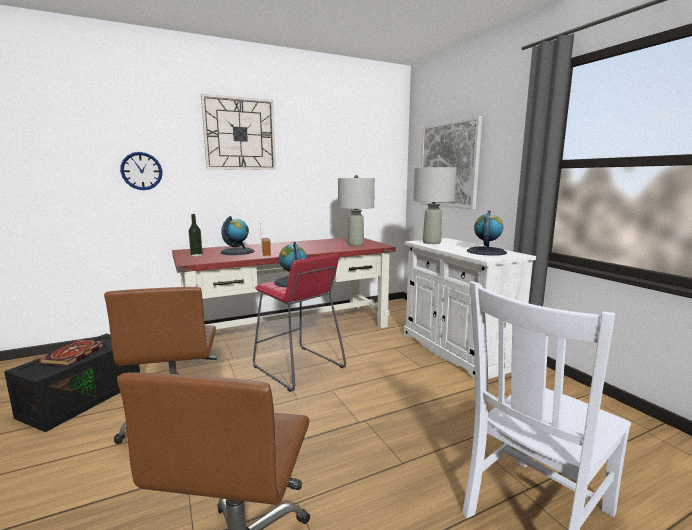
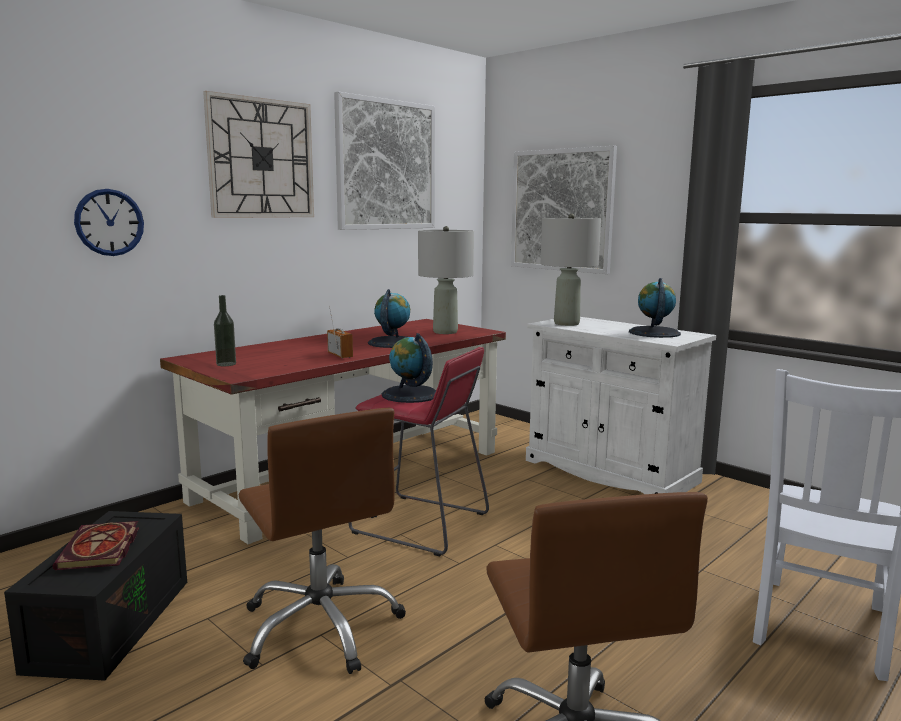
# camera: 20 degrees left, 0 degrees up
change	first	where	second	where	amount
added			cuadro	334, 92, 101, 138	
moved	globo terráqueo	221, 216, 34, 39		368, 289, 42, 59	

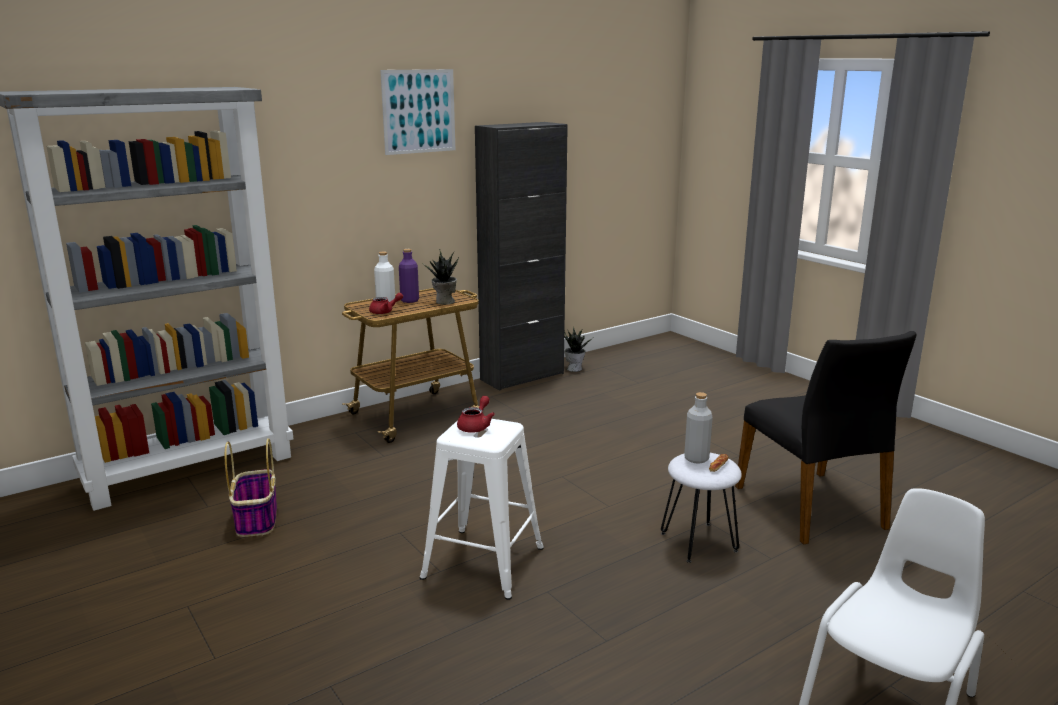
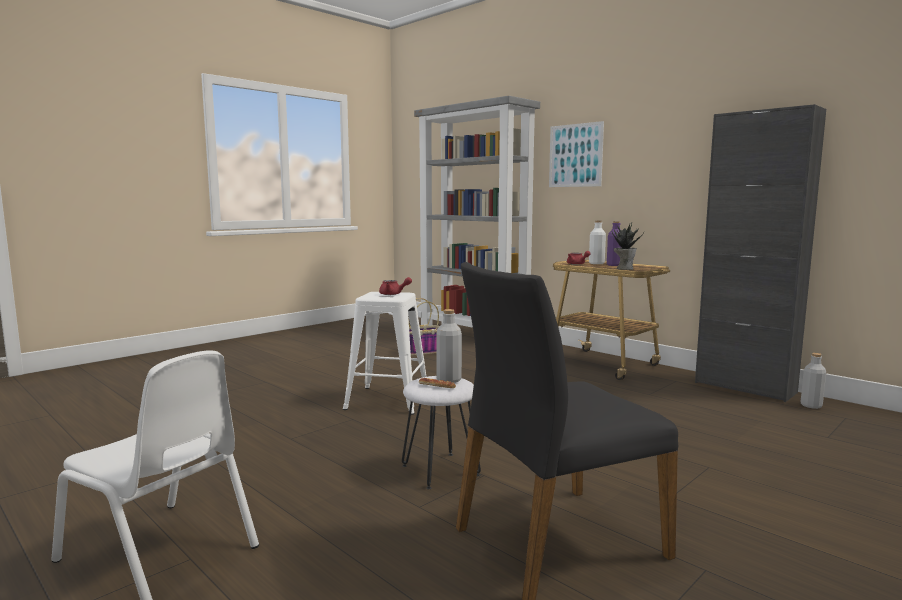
# camera: 80 degrees right, 10 degrees down
change	first	where	second	where	amount
moved	cuadro	380, 69, 75, 86		549, 121, 55, 66	
replaced	planta en maceta	564, 326, 27, 46	botella (gris)	801, 353, 25, 56	

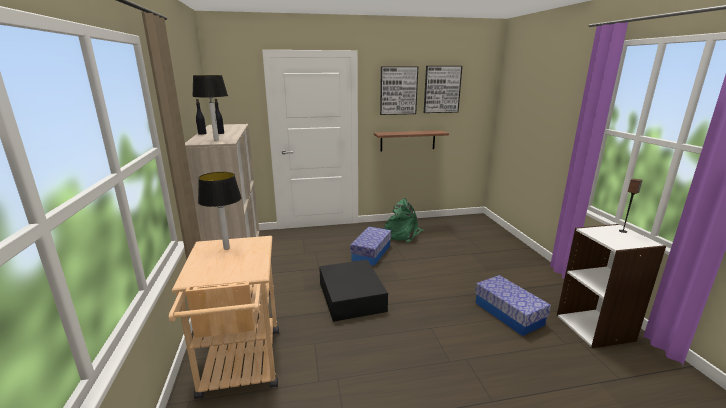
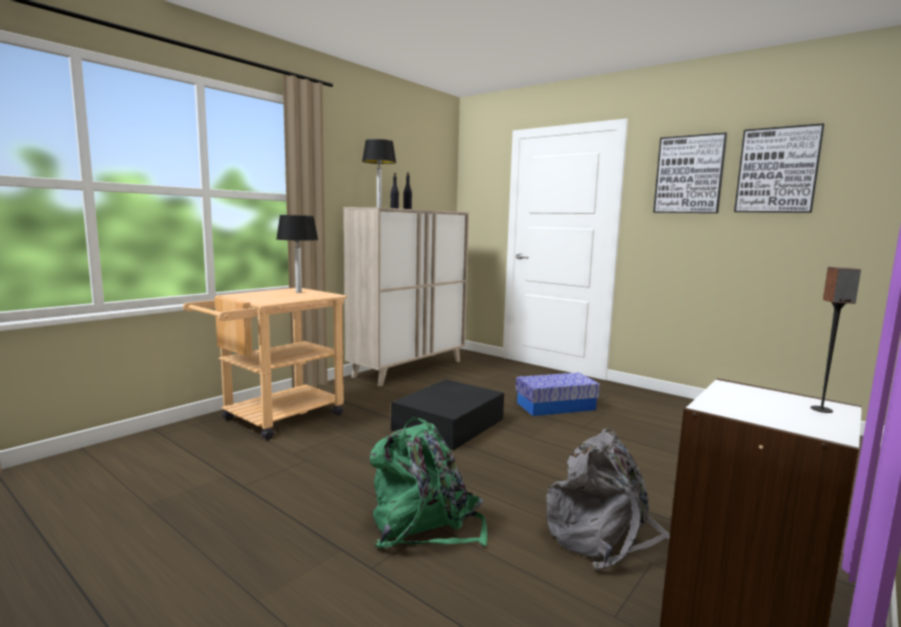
# camera: 50 degrees right, 10 degrees down
change	first	where	second	where	amount
removed	estante	374, 130, 75, 21			
moved	mochila (verde)	385, 198, 40, 45		370, 418, 117, 130	
replaced	caja de almacenaje	475, 275, 76, 61	mochila (gris)	546, 428, 124, 142	

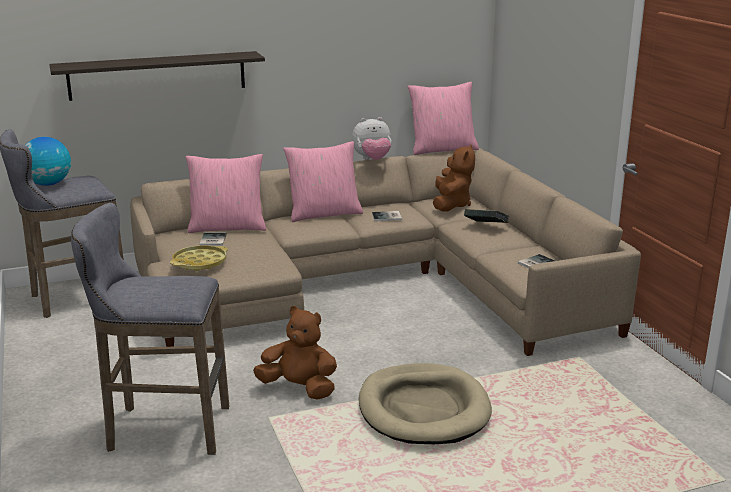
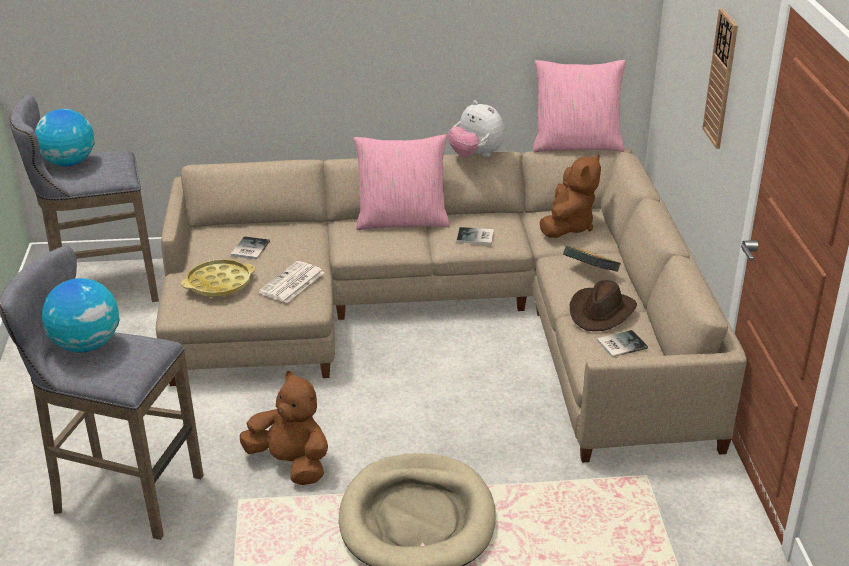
# camera: 15 degrees right, 10 degrees up
change	first	where	second	where	amount
removed	estante	49, 51, 216, 50			
removed	cojín (rosa)	185, 154, 81, 79			
added			globo terráqueo	42, 278, 78, 74	
added			periódico	258, 261, 66, 42	
added			sombrero (marrón)	570, 280, 67, 51	
added			reloj de pared	702, 8, 36, 141	
turned	peluche	352, 117, 40, 43		448, 100, 57, 57	45 degrees clockwise

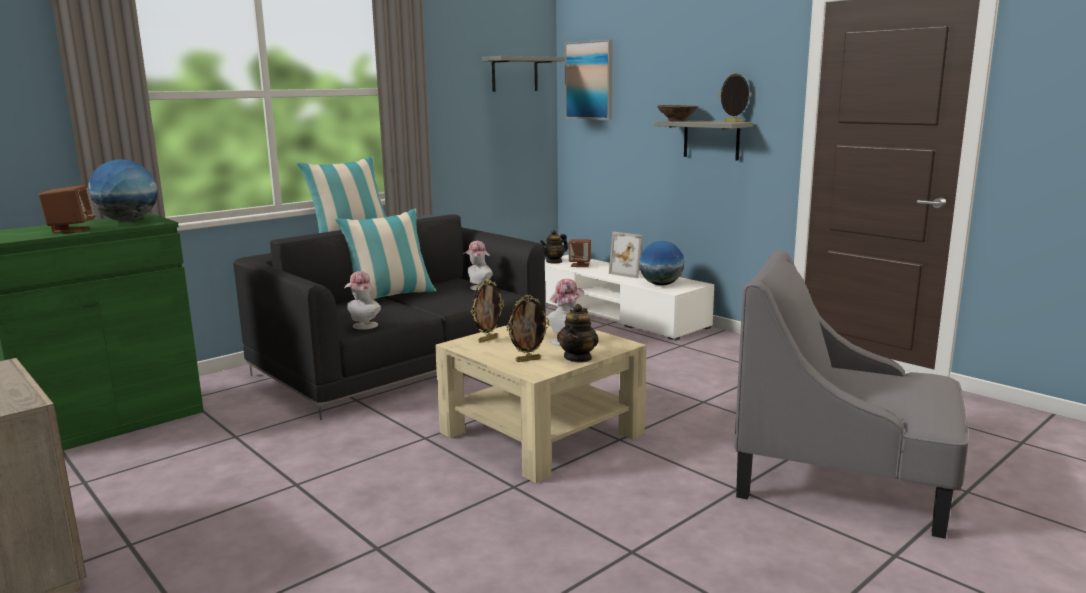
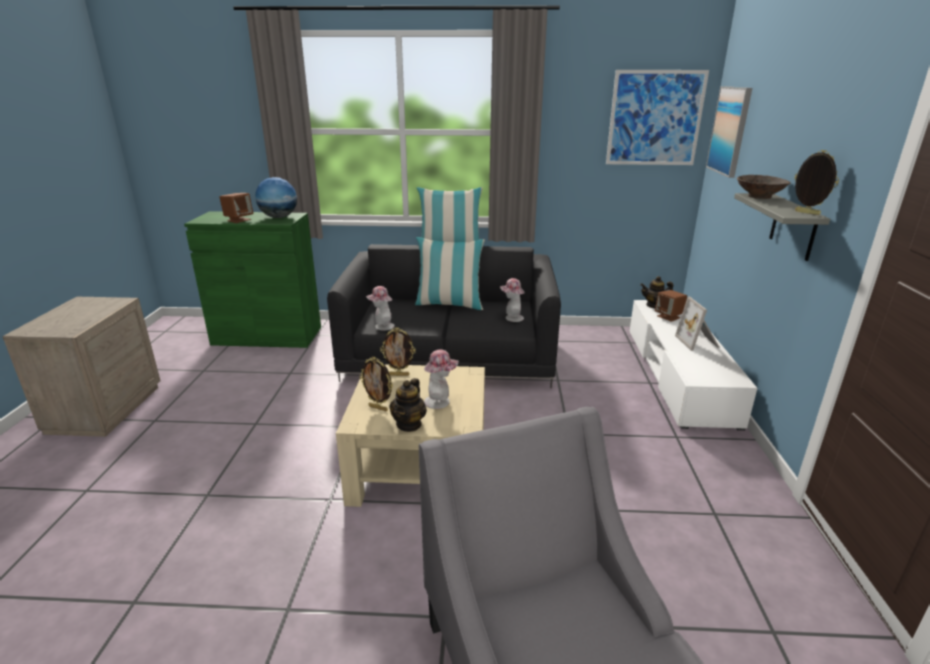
# camera: 45 degrees right, 10 degrees up
change	first	where	second	where	amount
removed	globo terráqueo	639, 241, 45, 45			
replaced	estante (gris)	482, 56, 83, 36	cuadro	606, 70, 103, 95	
turned	tetera	557, 304, 42, 59		389, 378, 38, 54	45 degrees counterclockwise

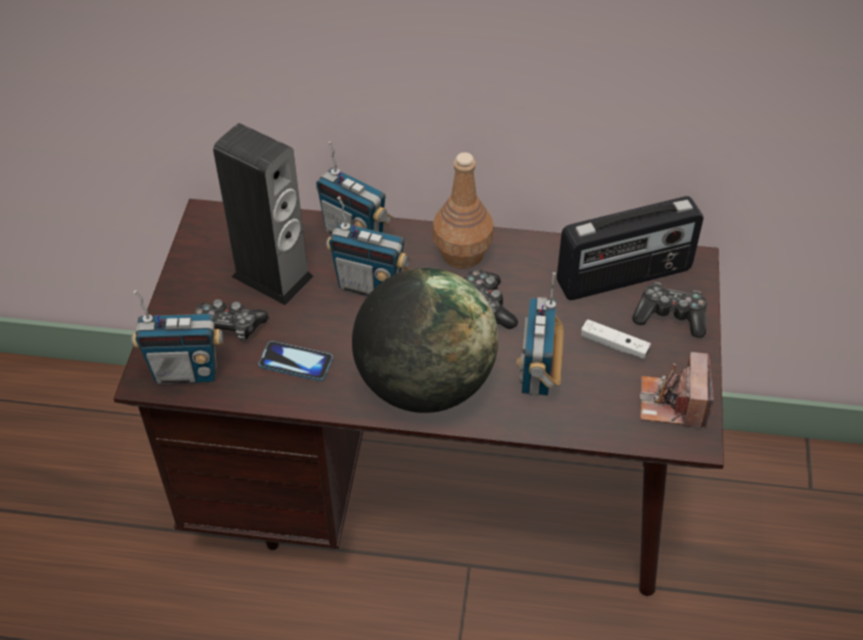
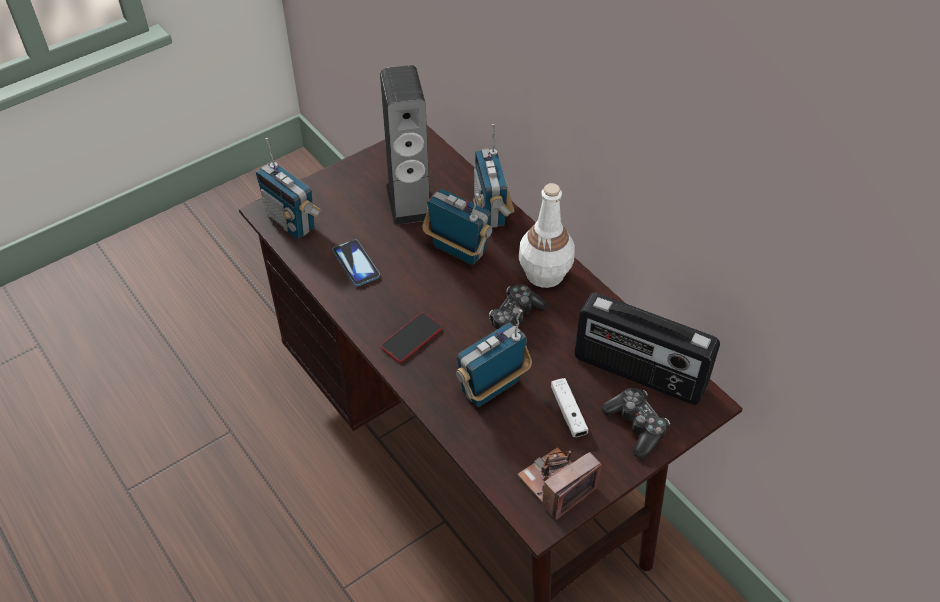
# camera: 45 degrees right, 0 degrees up
change	first	where	second	where	amount
removed	mando de consola	194, 299, 74, 42			
replaced	globo terráqueo	352, 268, 146, 145	móvil	381, 312, 61, 50	
recoloured	botella (marrón)	433, 152, 61, 117	botella (blanco)	519, 183, 56, 105	
turned	radio	326, 196, 84, 100		423, 189, 70, 76	150 degrees clockwise

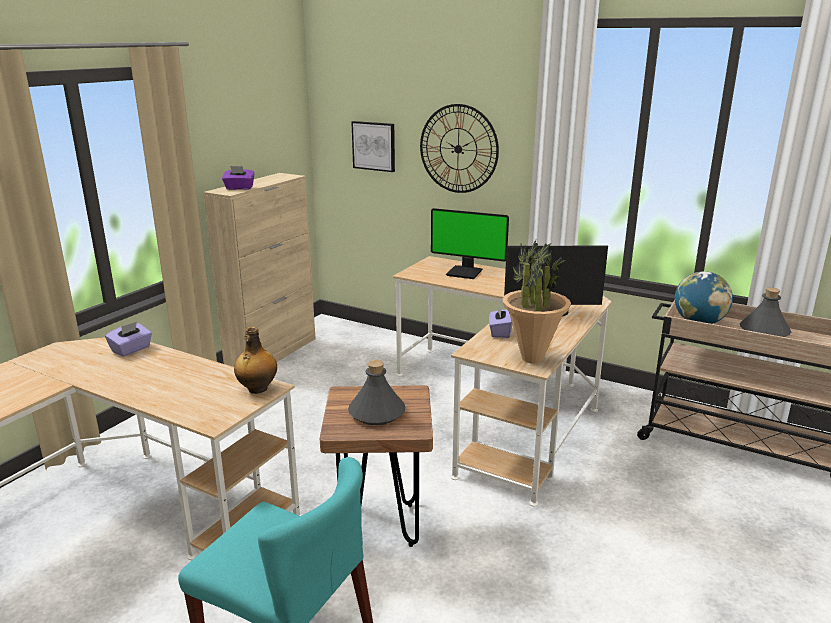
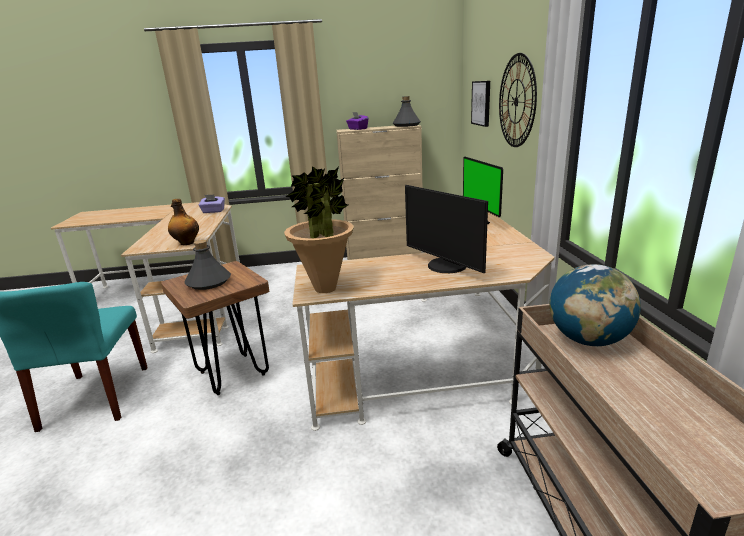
# camera: 55 degrees right, 0 degrees up
change	first	where	second	where	amount
removed	caja de pañuelos (morado)	489, 304, 23, 34			
moved	botella (gris)	740, 288, 51, 49		393, 96, 28, 31	

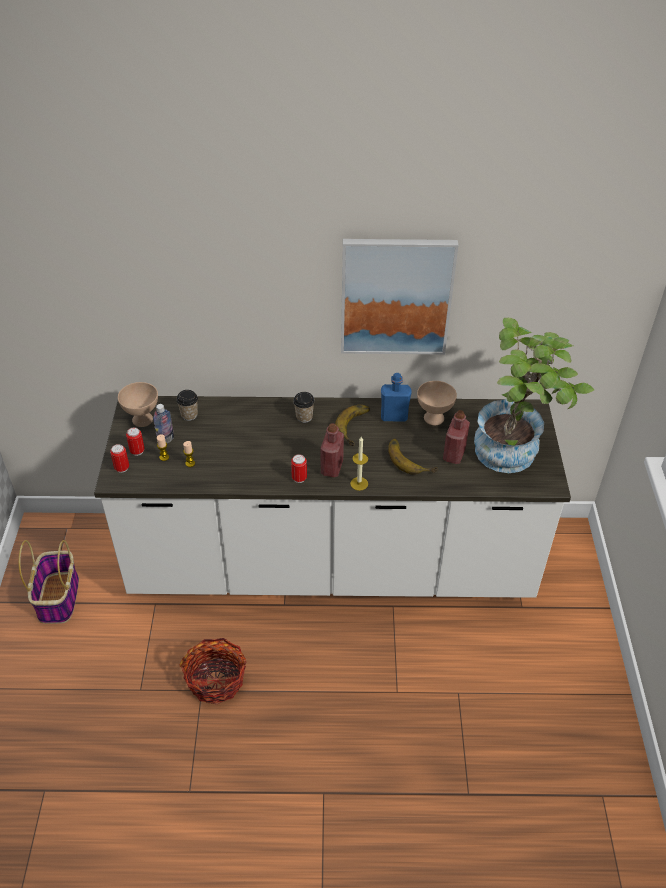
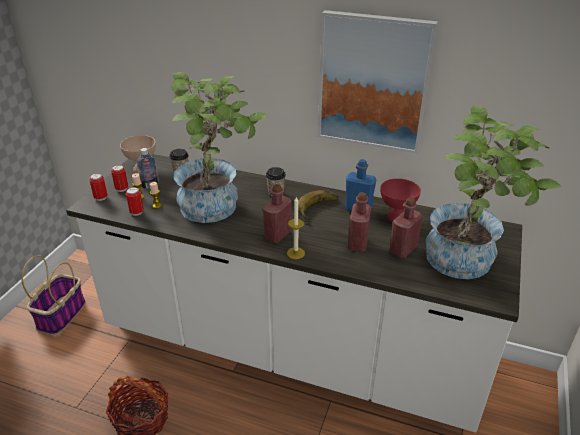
# camera: 20 degrees right, 10 degrees down
change	first	where	second	where	amount
added			planta en maceta	171, 72, 97, 151	
moved	lata	291, 454, 16, 29		126, 187, 18, 29	
replaced	plátano	388, 439, 50, 36	botella (rojo)	348, 192, 23, 60	
recoloured	cuenco (beis)	417, 381, 40, 44	cuenco (rojo)	380, 178, 41, 44	

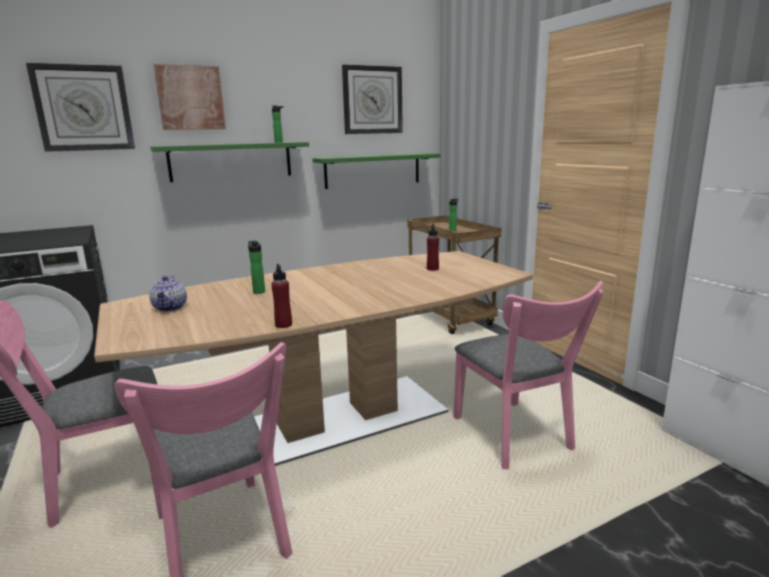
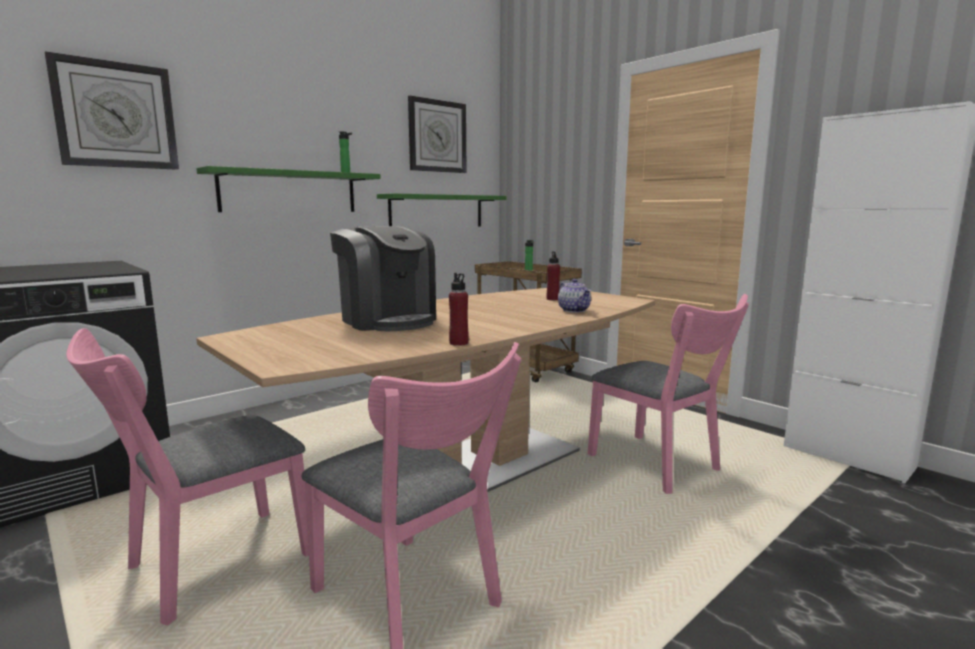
# camera: 15 degrees left, 5 degrees down
change	first	where	second	where	amount
removed	cuadro	154, 64, 72, 66			
moved	tetera	149, 276, 38, 36		558, 279, 33, 34	
replaced	botella	248, 241, 17, 53	cafetera	330, 226, 106, 105	

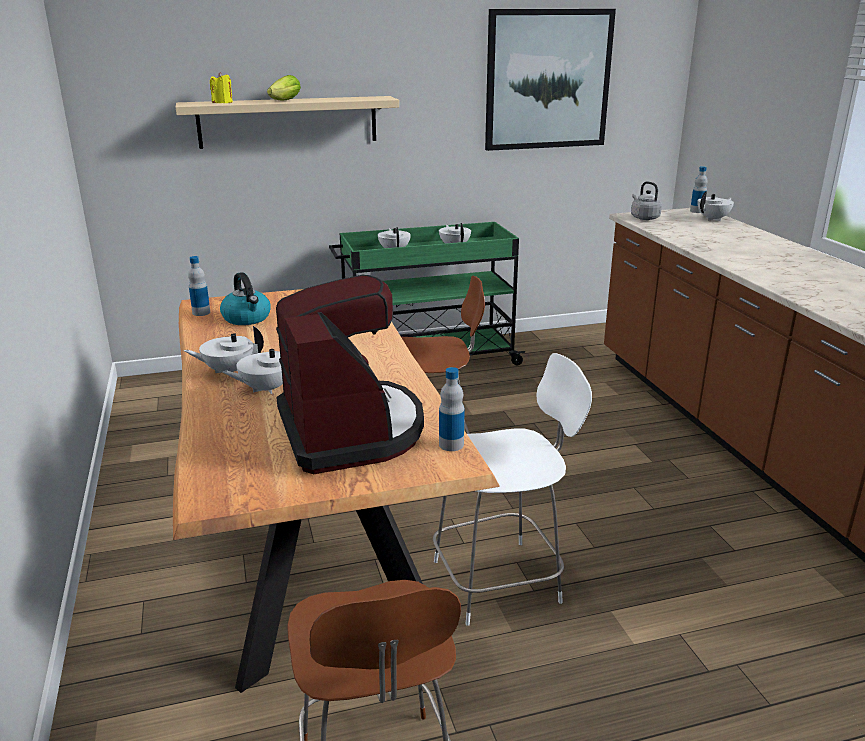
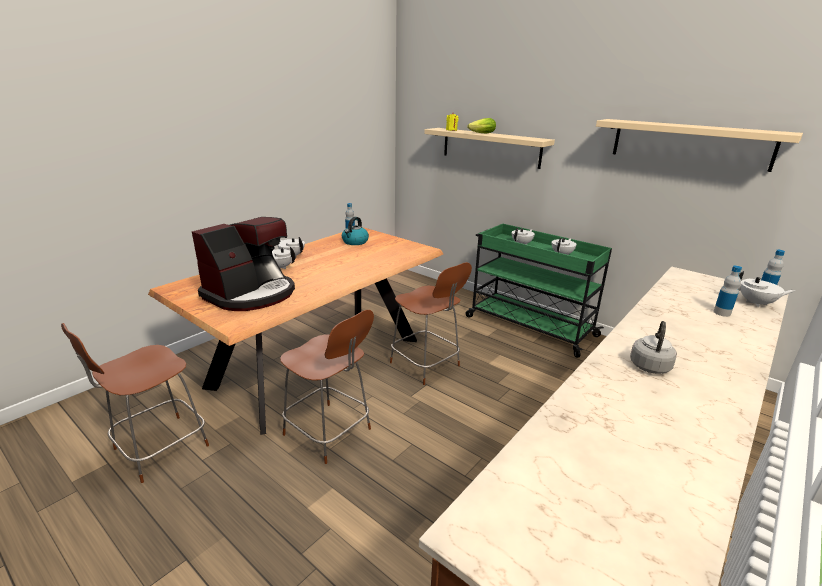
# camera: 55 degrees right, 0 degrees up
change	first	where	second	where	amount
moved	botella	439, 367, 26, 84		713, 265, 29, 52	
moved	hervidor (gris)	631, 181, 31, 39		630, 321, 47, 53	
replaced	cuadro	485, 9, 131, 142	estante (beis)	596, 119, 207, 53	
recoloured	silla (blanco)	433, 353, 159, 273	silla (marrón)	280, 310, 94, 154	

